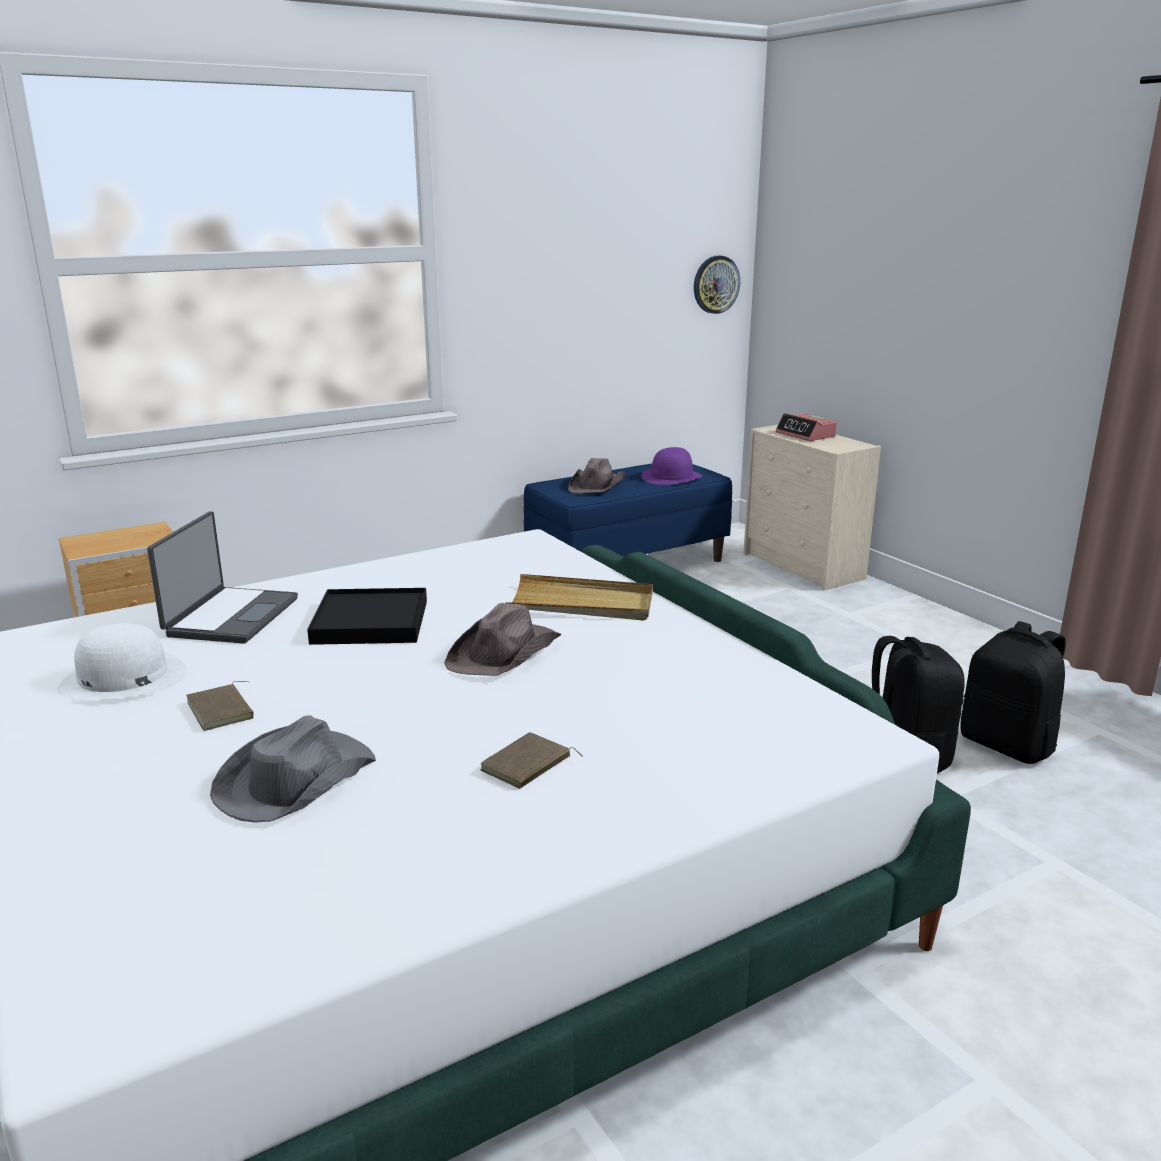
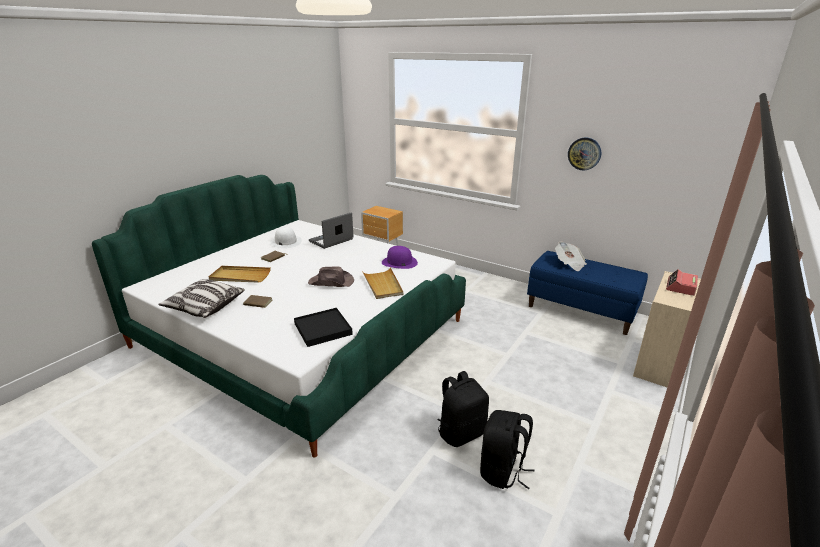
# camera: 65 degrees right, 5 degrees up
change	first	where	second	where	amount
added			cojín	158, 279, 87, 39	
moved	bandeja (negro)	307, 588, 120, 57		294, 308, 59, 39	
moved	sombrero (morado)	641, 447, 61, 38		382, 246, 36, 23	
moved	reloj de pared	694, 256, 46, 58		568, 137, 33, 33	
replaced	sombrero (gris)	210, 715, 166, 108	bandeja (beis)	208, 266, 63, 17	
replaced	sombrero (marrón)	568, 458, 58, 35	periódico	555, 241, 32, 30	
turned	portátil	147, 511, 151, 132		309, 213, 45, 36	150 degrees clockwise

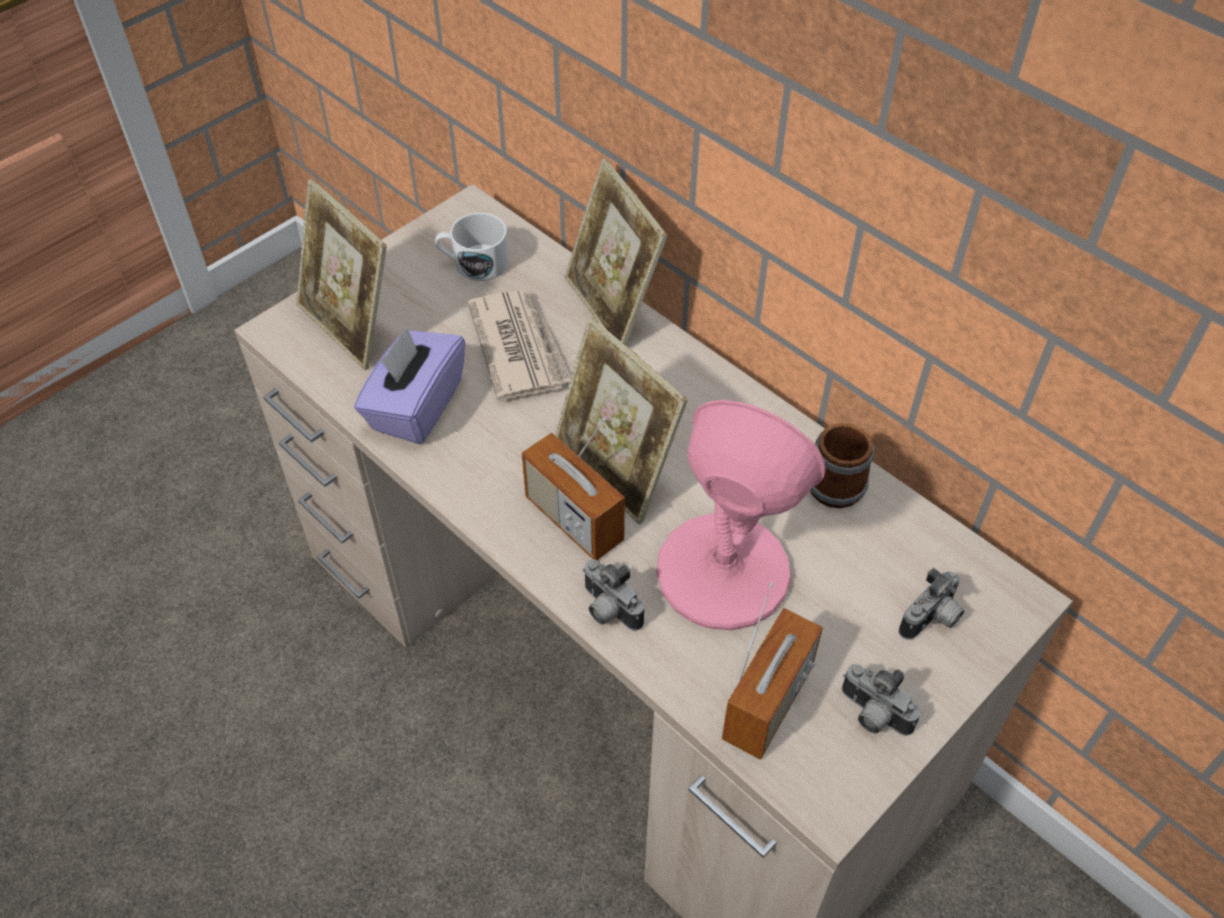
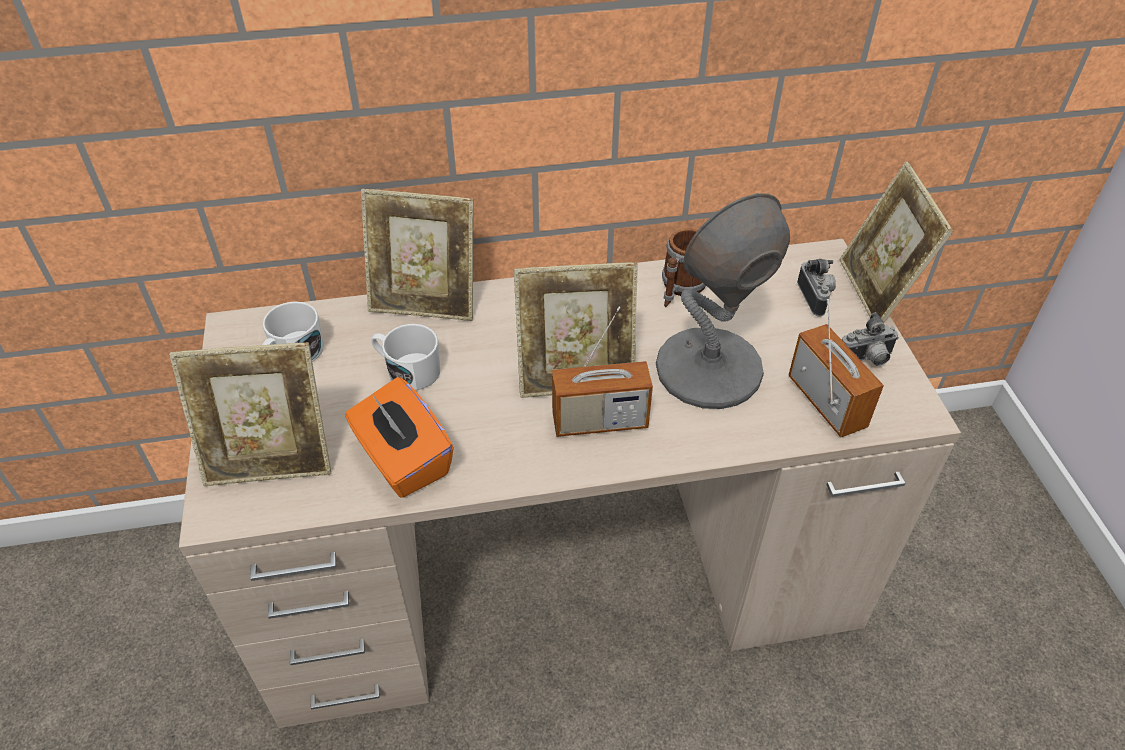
# camera: 55 degrees left, 5 degrees down
change	first	where	second	where	amount
removed	cámara	583, 560, 61, 71			
added			portarretratos	839, 161, 114, 162	
replaced	periódico	468, 290, 103, 111	taza grande (blanco)	371, 324, 69, 66	
recoloured	caja de pañuelos (morado)	354, 327, 111, 117	caja de pañuelos (naranja)	345, 377, 109, 121	
recoloured	lámpara de mesa (rosa)	656, 400, 170, 230	lámpara de mesa (gris)	656, 193, 134, 216	

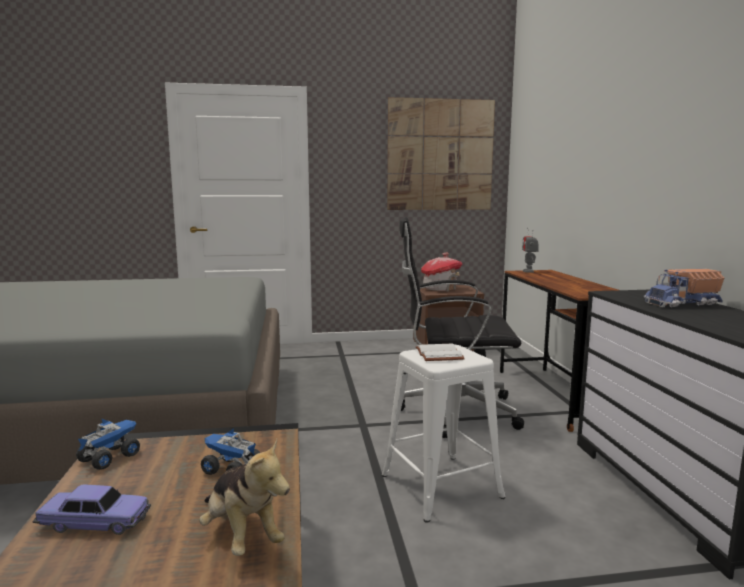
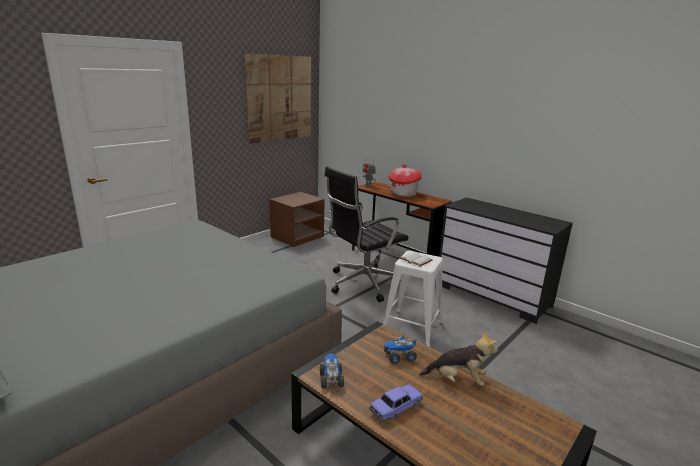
# camera: 40 degrees left, 10 degrees up
change	first	where	second	where	amount
removed	camión de juguete	644, 269, 80, 38			
moved	casita	421, 253, 41, 38		389, 163, 32, 34	

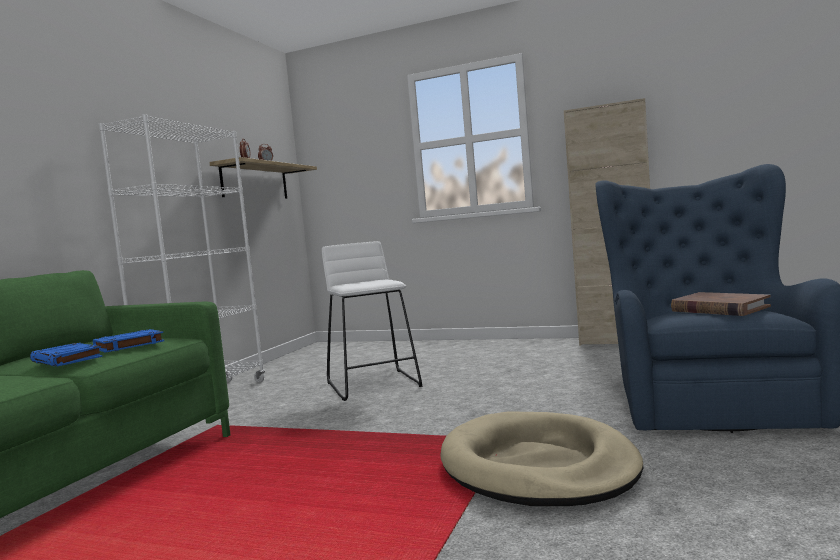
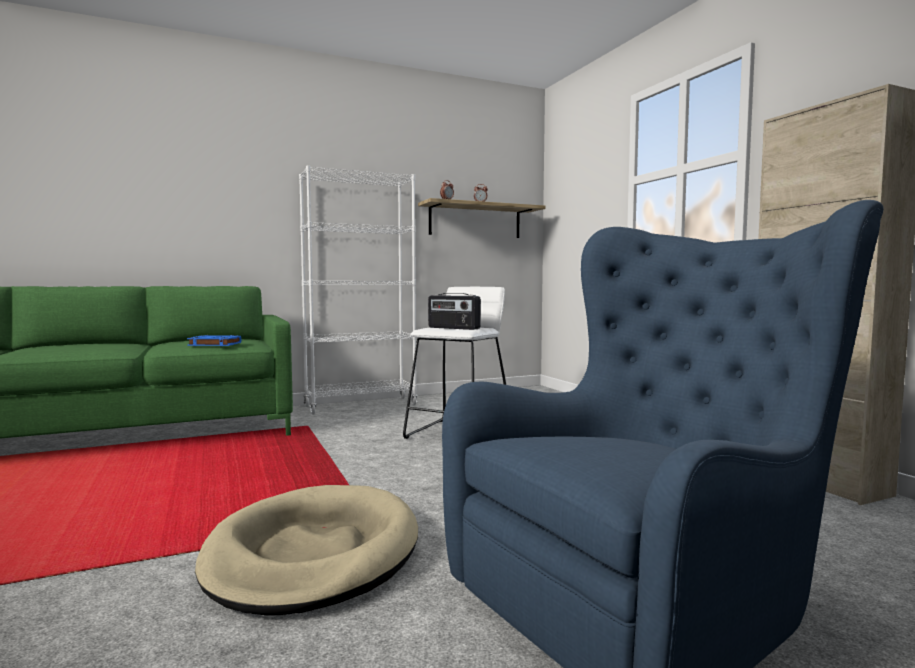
# camera: 45 degrees right, 0 degrees up
change	first	where	second	where	amount
removed	libro (azul)	30, 343, 73, 23			
removed	libro (marrón)	671, 292, 100, 24			
added			radio	428, 293, 53, 37	

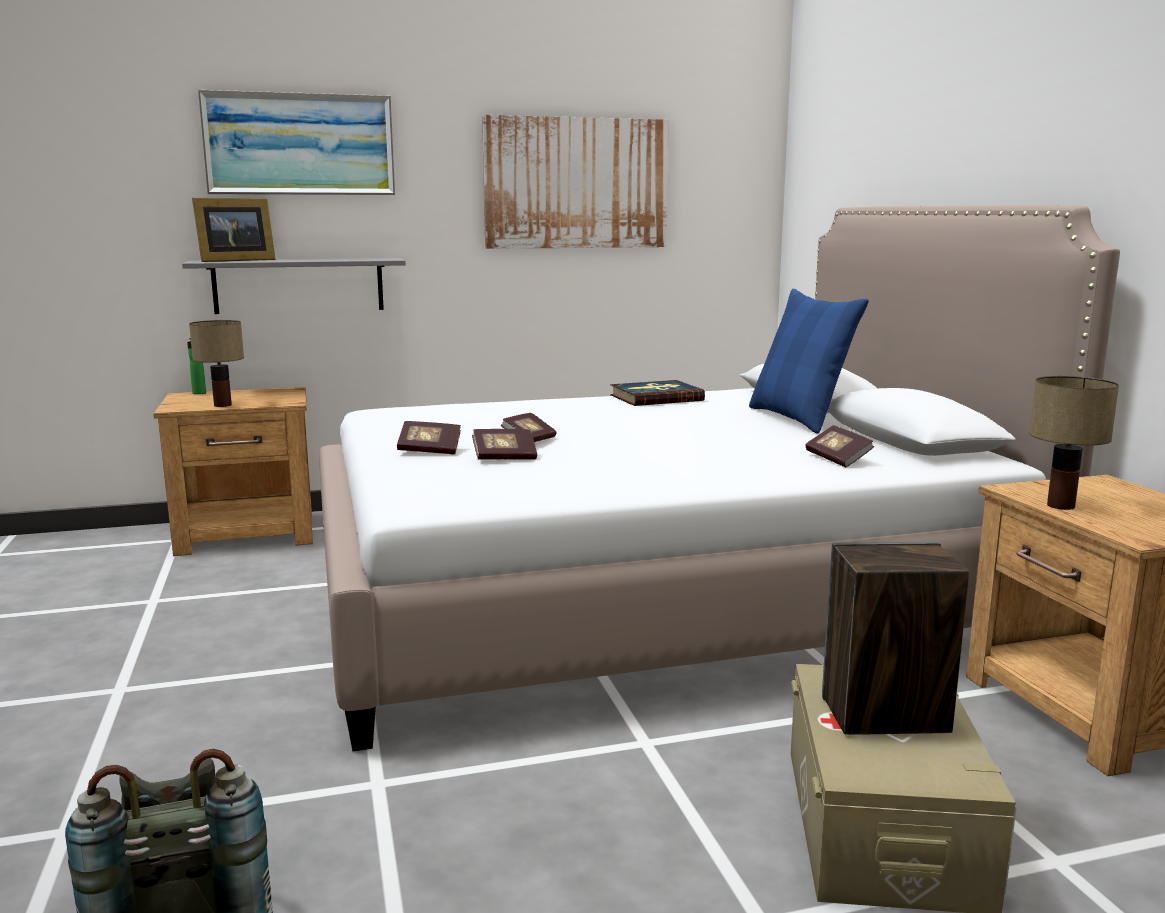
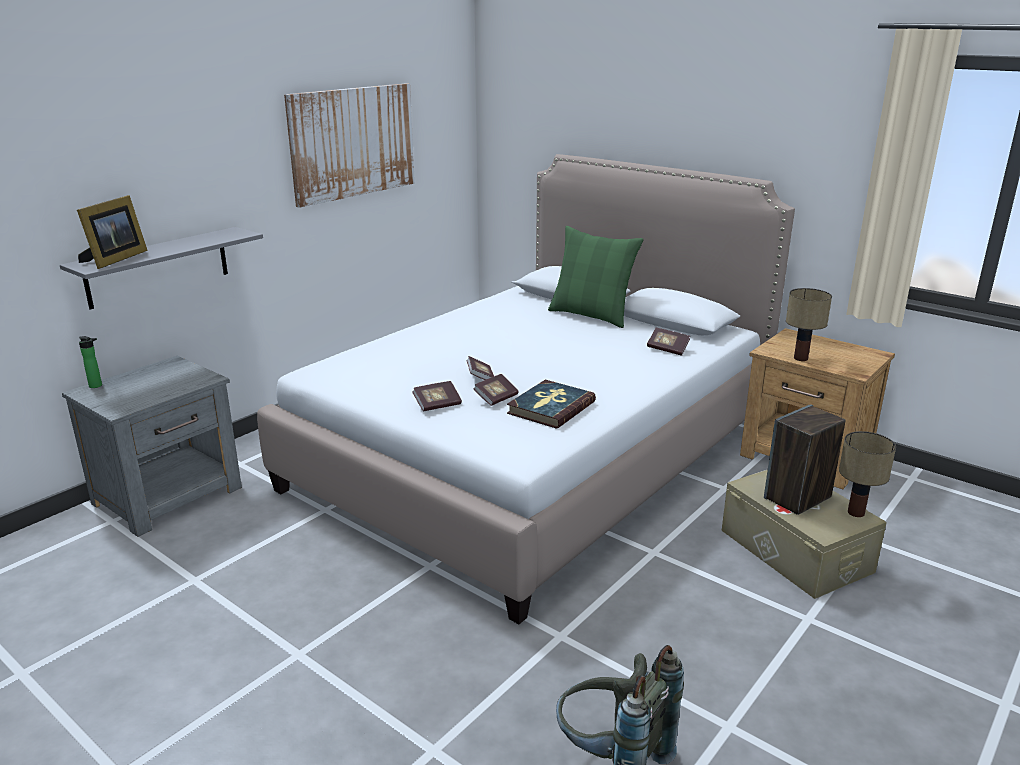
# camera: 35 degrees left, 10 degrees up
change	first	where	second	where	amount
removed	cuadro	198, 90, 197, 105			
moved	lámpara de mesa	189, 320, 55, 87		839, 431, 57, 86	
moved	libro	610, 380, 95, 26		507, 380, 89, 49	
recoloured	mesita de noche (marrón)	153, 387, 160, 169	mesita de noche (gris)	62, 356, 180, 181	
recoloured	cojín (azul)	749, 289, 120, 144	cojín (verde)	548, 226, 96, 102	

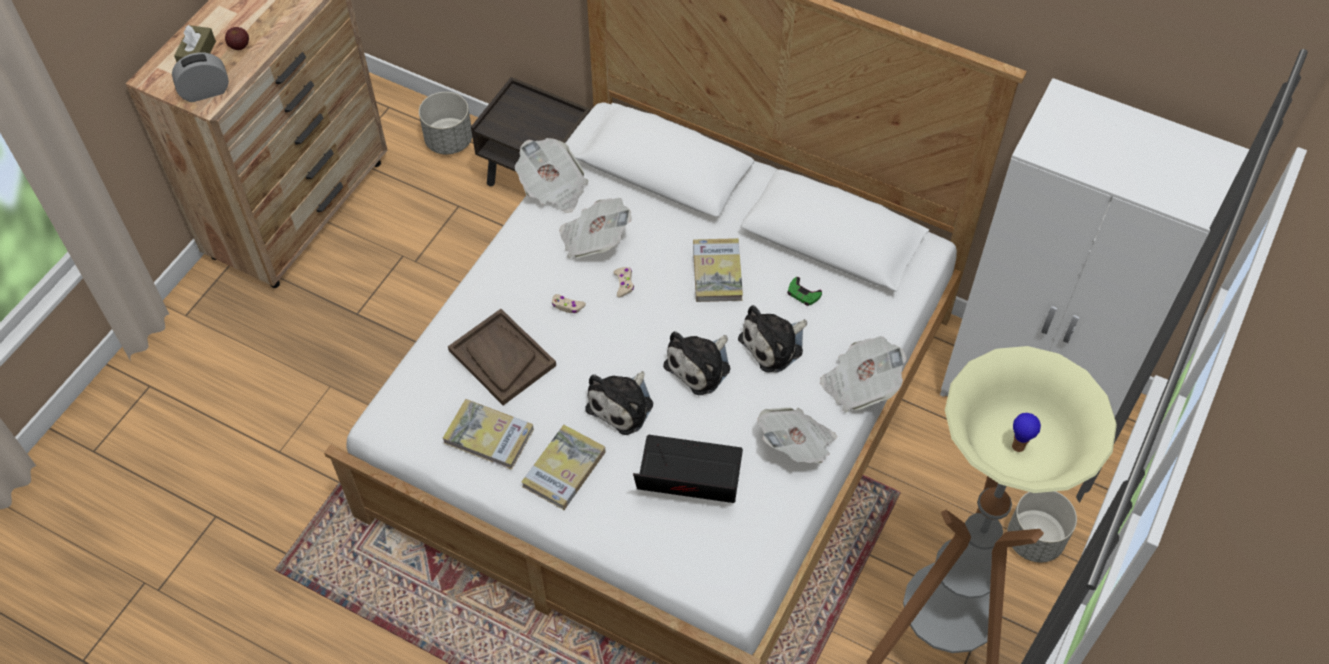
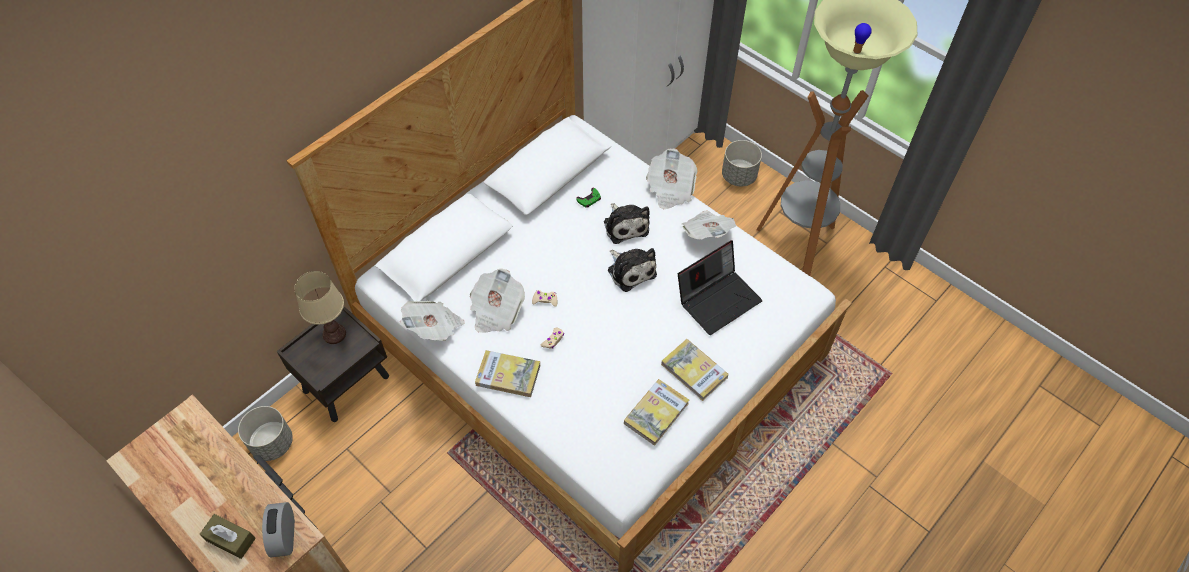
# camera: 75 degrees left, 0 degrees up
change	first	where	second	where	amount
removed	manzana	225, 27, 24, 23			
removed	bandeja (marrón)	448, 309, 108, 96			
removed	peluche	585, 371, 68, 64			
added			lámpara de mesa (beis)	294, 271, 52, 73	
moved	libro	693, 238, 50, 64		475, 350, 65, 47	
turned	portátil	633, 435, 110, 68		678, 240, 84, 95	150 degrees counterclockwise

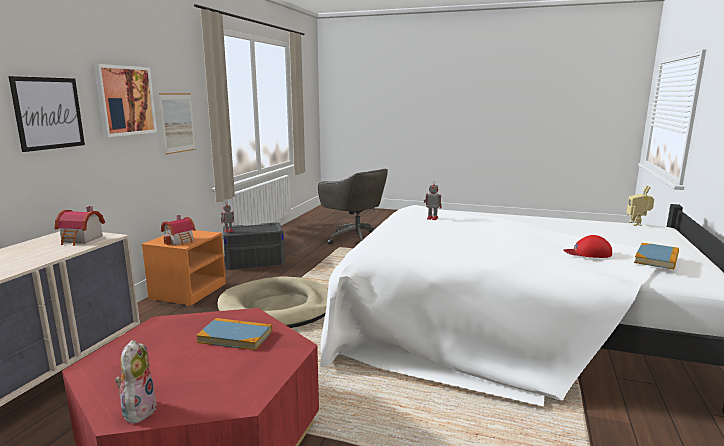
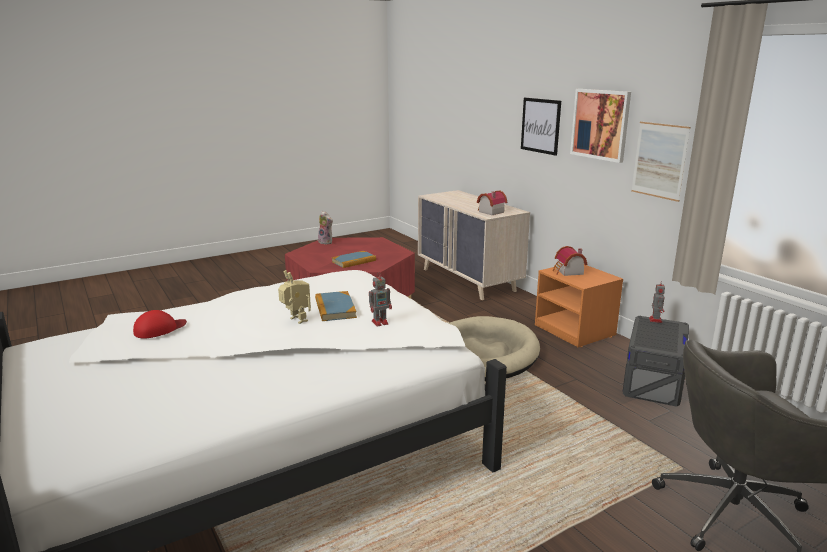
# camera: 130 degrees right, 5 degrees up
change	first	where	second	where	amount
moved	robot de juguete	627, 186, 27, 40		278, 270, 33, 54	
moved	libro	634, 243, 45, 27		315, 291, 42, 30	

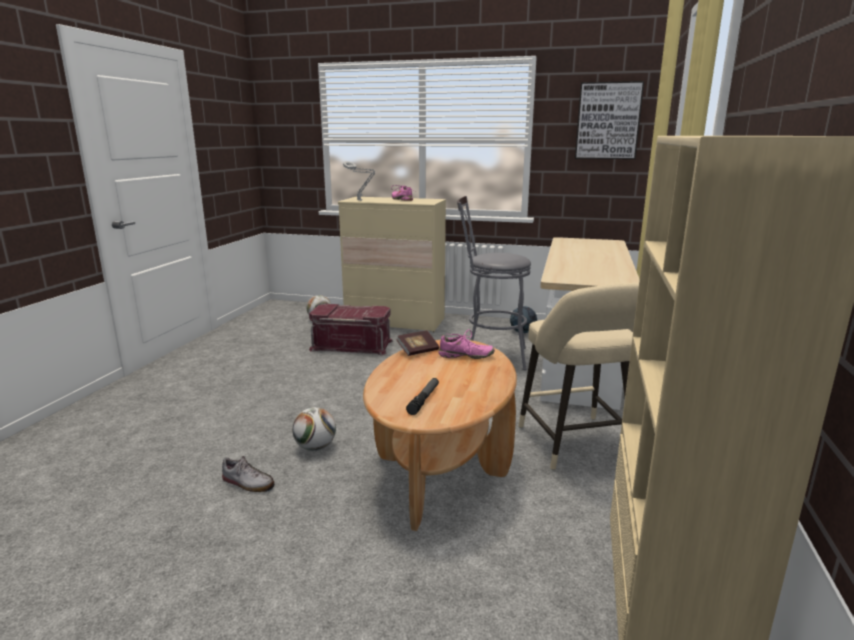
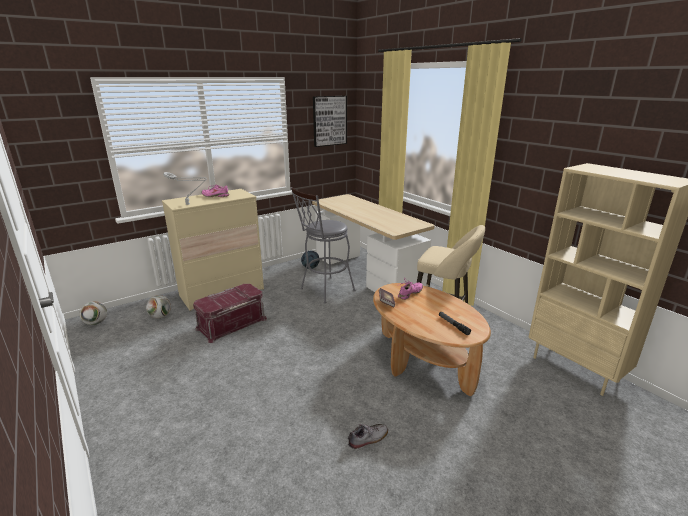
# camera: 50 degrees left, 5 degrees up
change	first	where	second	where	amount
moved	balón de fútbol	292, 407, 44, 44		79, 301, 28, 24	

